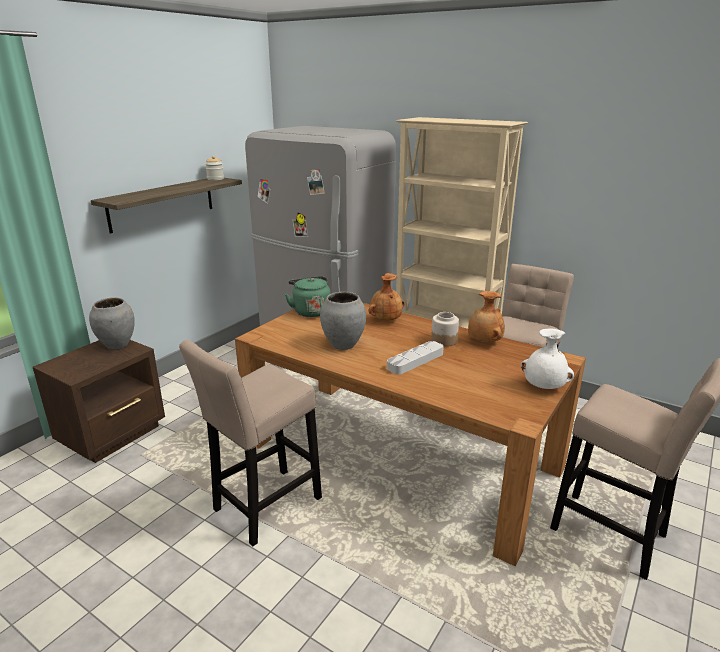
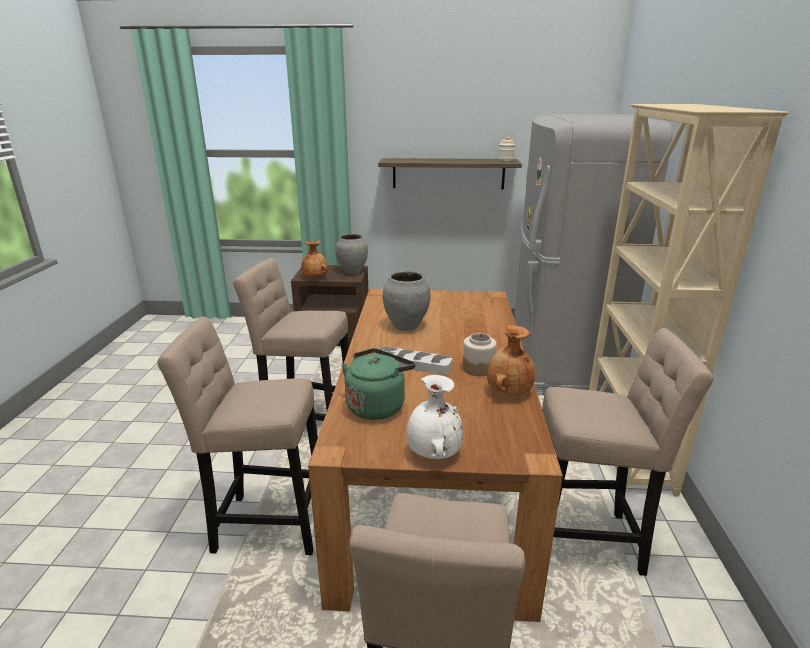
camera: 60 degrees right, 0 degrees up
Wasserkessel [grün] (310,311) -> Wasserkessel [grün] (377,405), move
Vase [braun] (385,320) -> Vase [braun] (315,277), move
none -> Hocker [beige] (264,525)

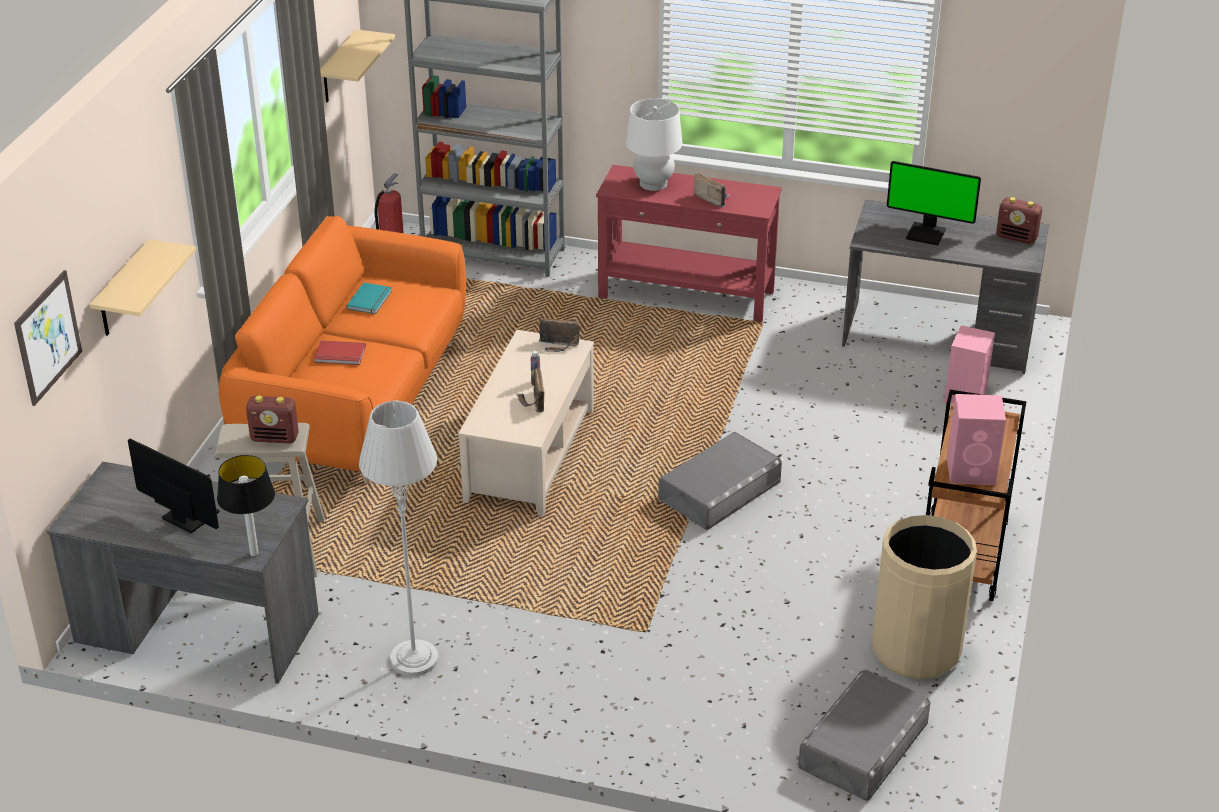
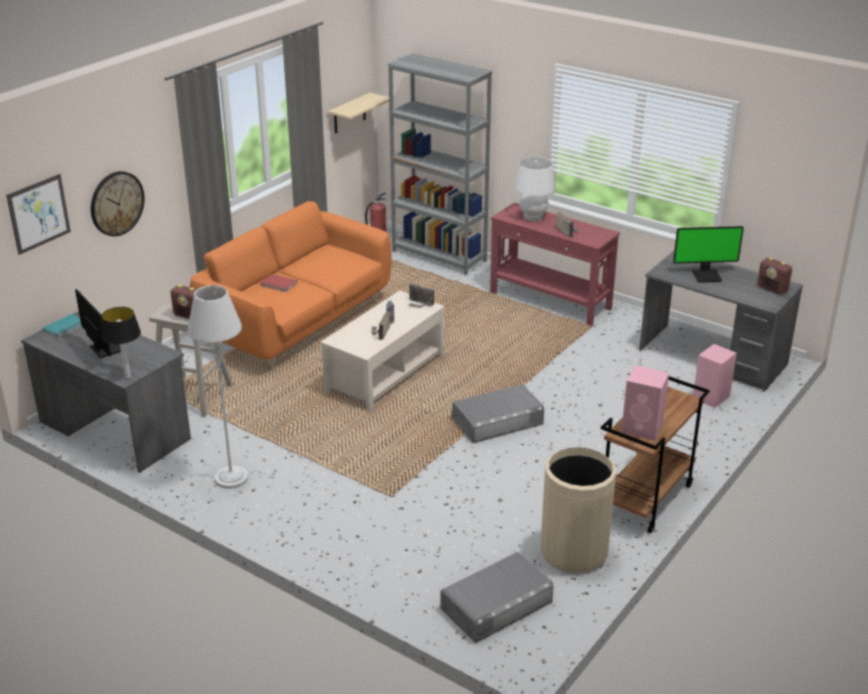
camera: 20 degrees right, 5 degrees down
Wandregal [beige] (123,291) -> Wanduhr (116,203)
Buch [türkis] (371,300) -> Buch [türkis] (66,327), move
Monitor (927,233) -> Monitor (706,275), 45 degrees counterclockwise

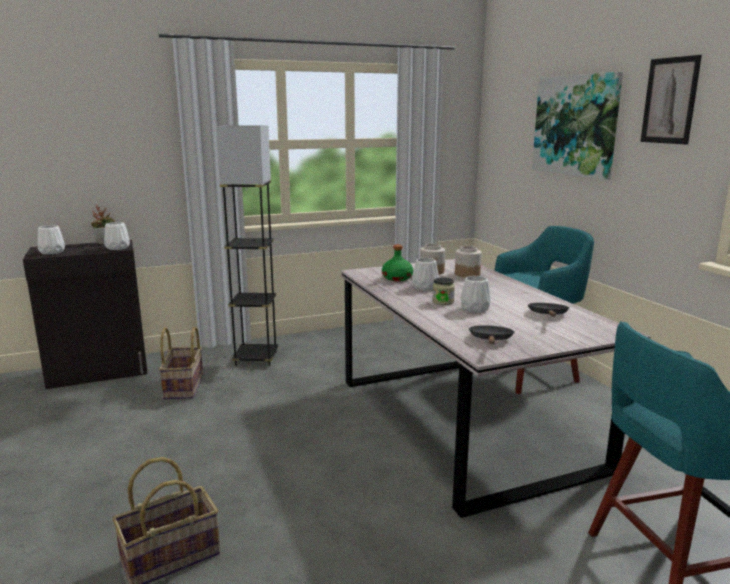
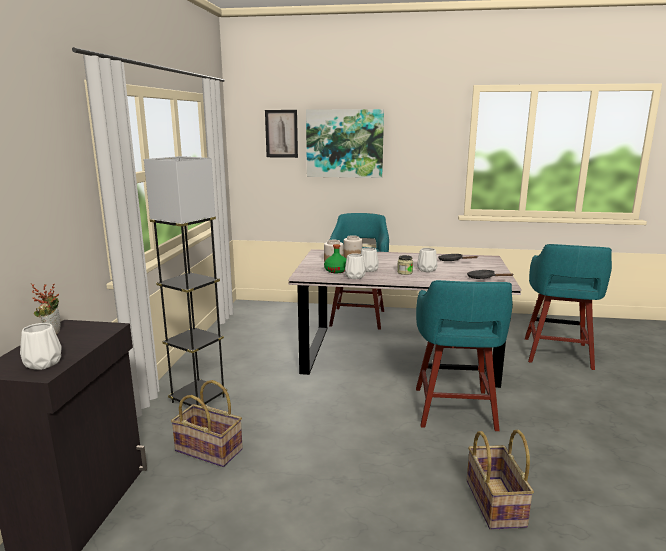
camera: 60 degrees left, 0 degrees up
Vase [weiß] (117,248) -> Vase [weiß] (355,277), move
Bild (670,101) -> Bild (281,133), move
none -> Hocker [türkis] (454,410)

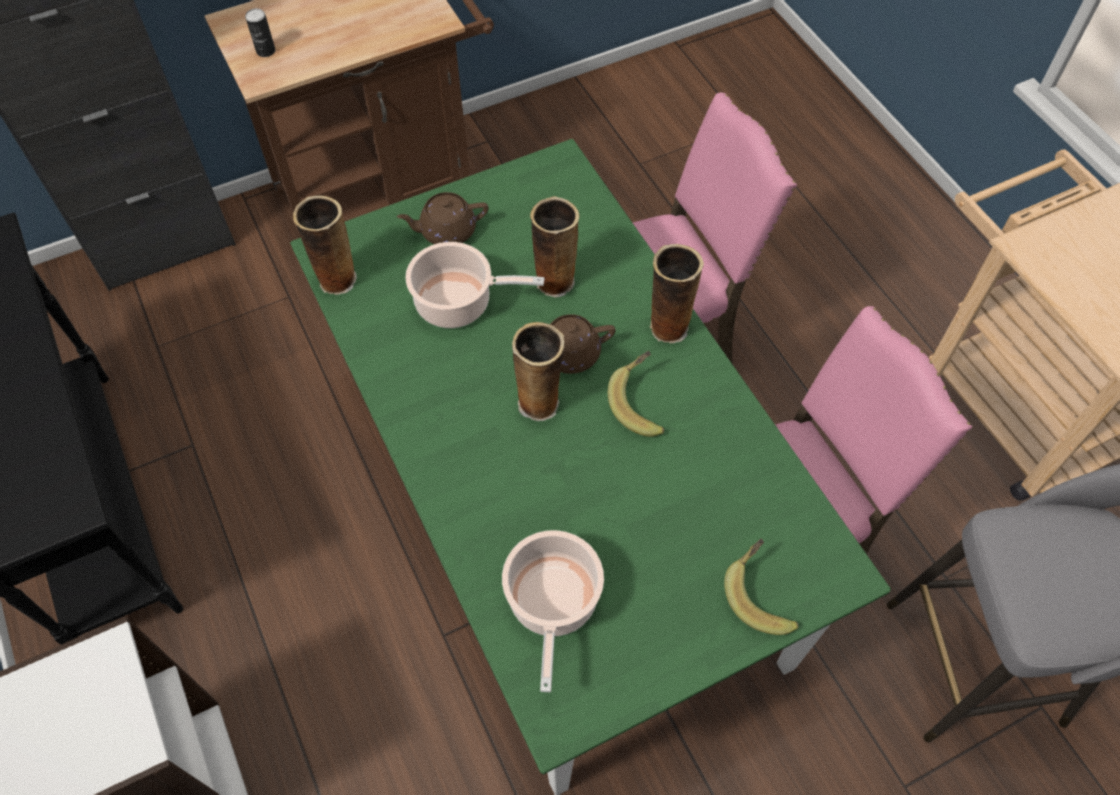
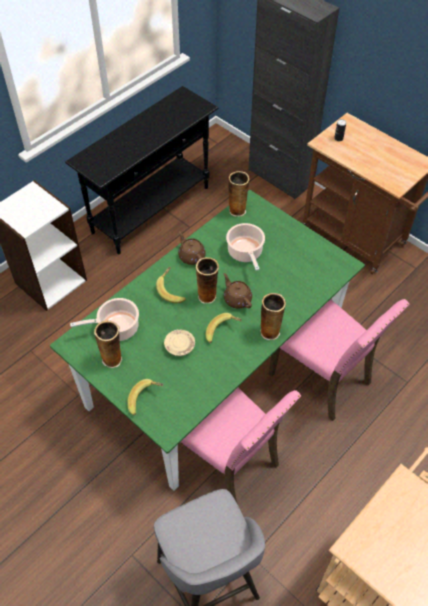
camera: 70 degrees right, 5 degrees down
Teekanne [braun] (446,231) -> Teekanne [braun] (191,256), move
Vase (555,280) -> Vase (113,359), move
none -> Banane (172,290)
none -> Teller [beige] (180,346)

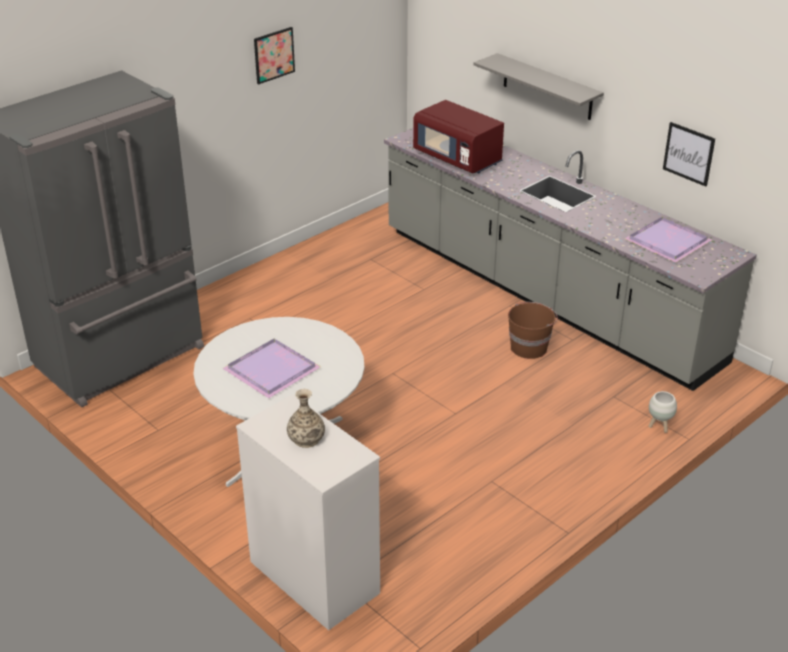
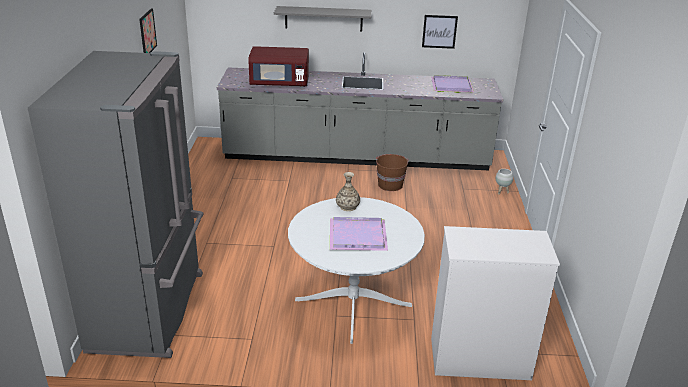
camera: 45 degrees left, 5 degrees down
Vase (306,439) -> Vase (347,207), move

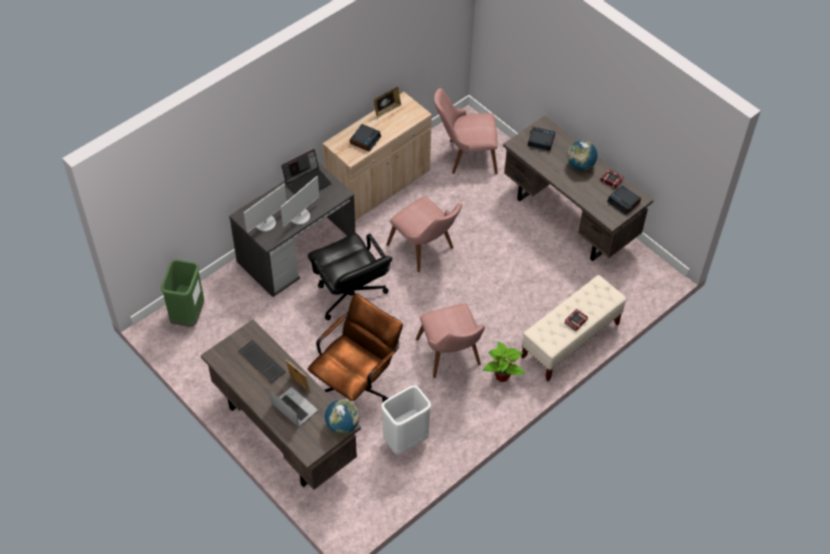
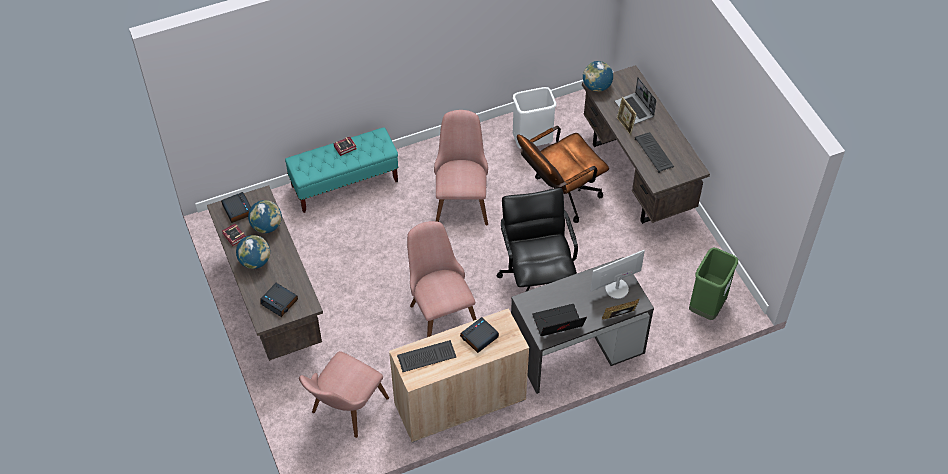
camera: 160 degrees left, 0 degrees up
Monitor (299,216) -> none
Bilderrahmen (387,110) -> Bilderrahmen (619,317), move
Stuhl [rosa] (465,156) -> Stuhl [rosa] (344,412), 105 degrees clockwise
Topfpflanze (502,375) -> none
Bank [beige] (570,341) -> Bank [türkis] (345,184)
none -> Globus (266,226)
none -> Tastatur (426,357)

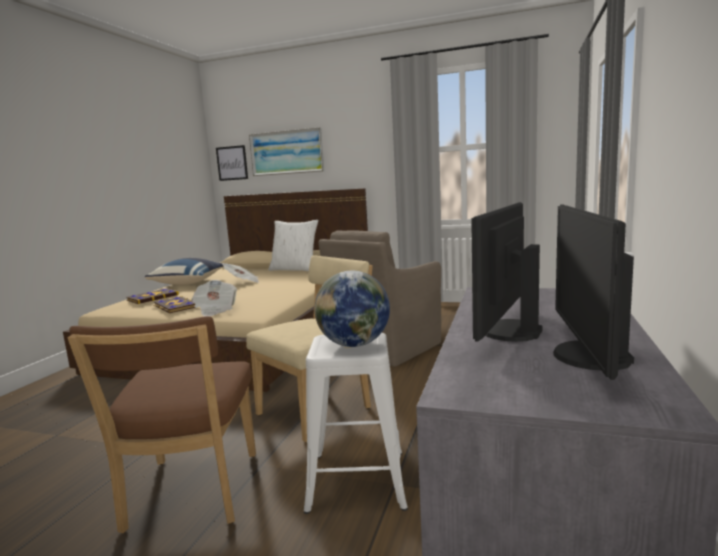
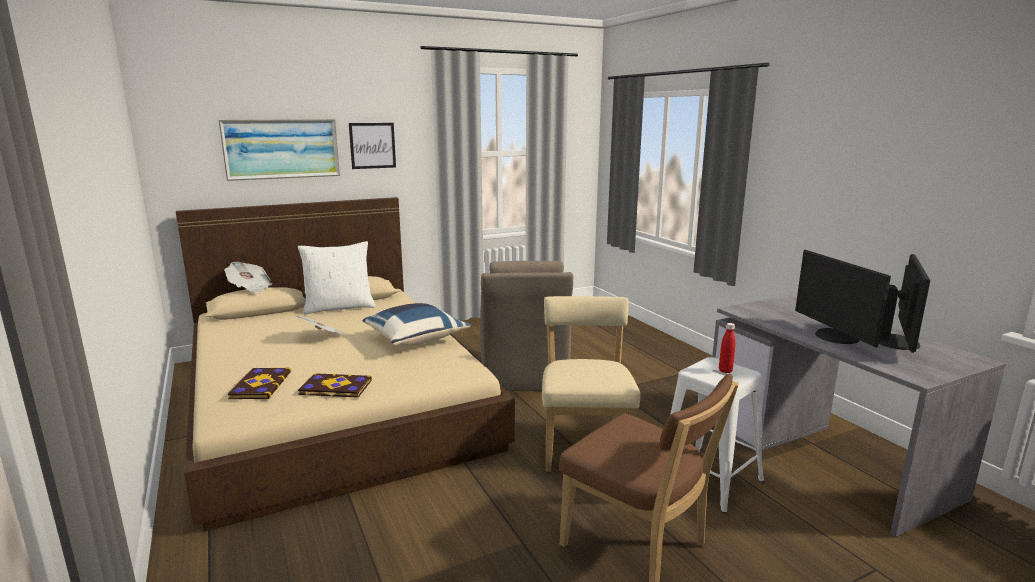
camera: 45 degrees left, 5 degrees up
Kissen [blau] (189,283) -> Kissen [blau] (415,339), move
Zeitung (215,310) -> Zeitung (250,288), move
Bild (232,163) -> Bild (372,145), move
Globus (354,344) -> Flasche [rot] (725,371)
Monitor (588,356) -> Monitor (899,343), 120 degrees counterclockwise

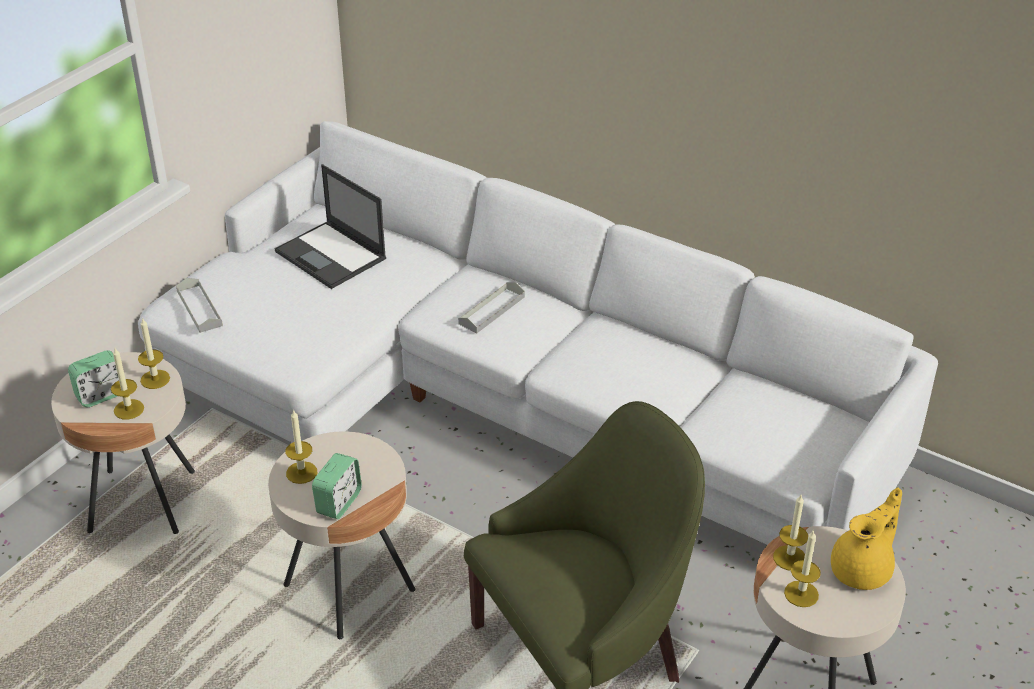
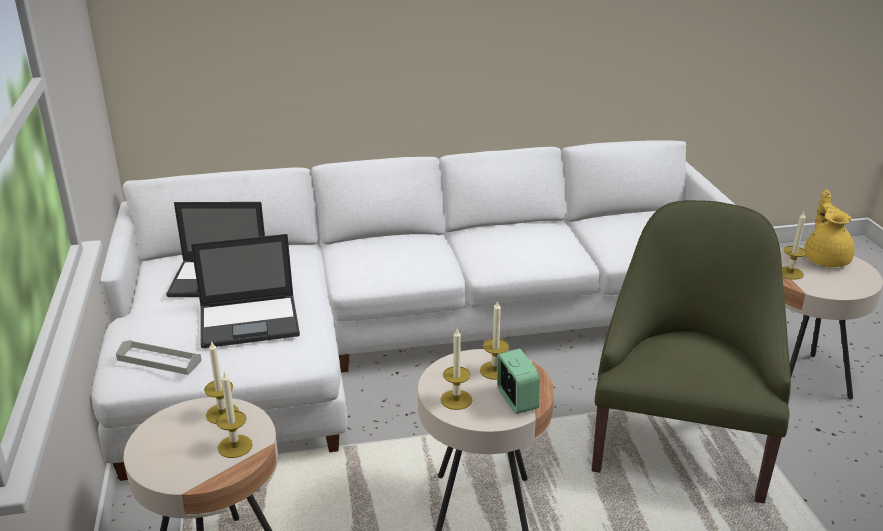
camera: 45 degrees left, 10 degrees down
Wecker (101,395) -> none
Tablett [grau] (492,310) -> none
Kerze (801,594) -> Kerze (495,370), move
none -> Laptop (250,321)

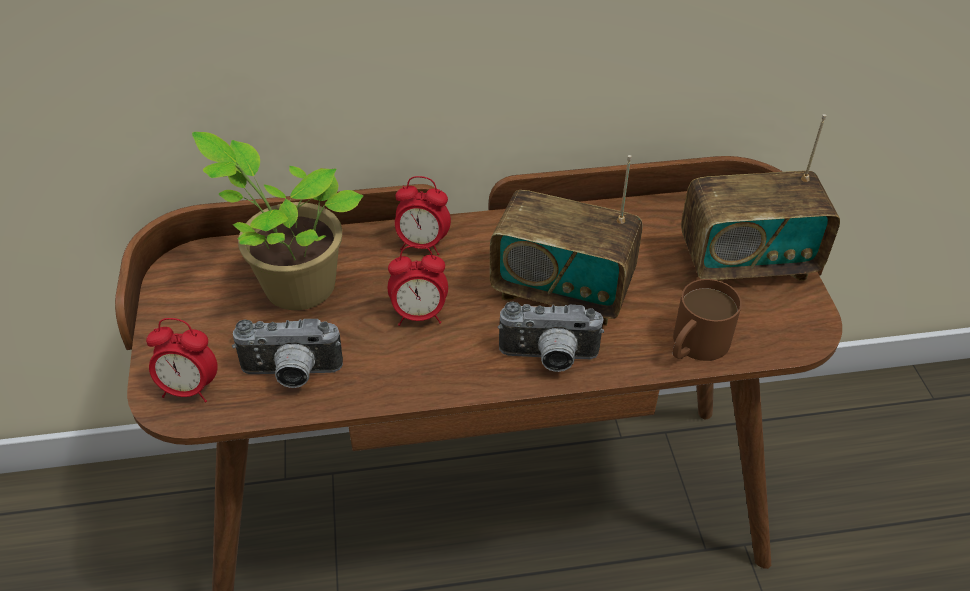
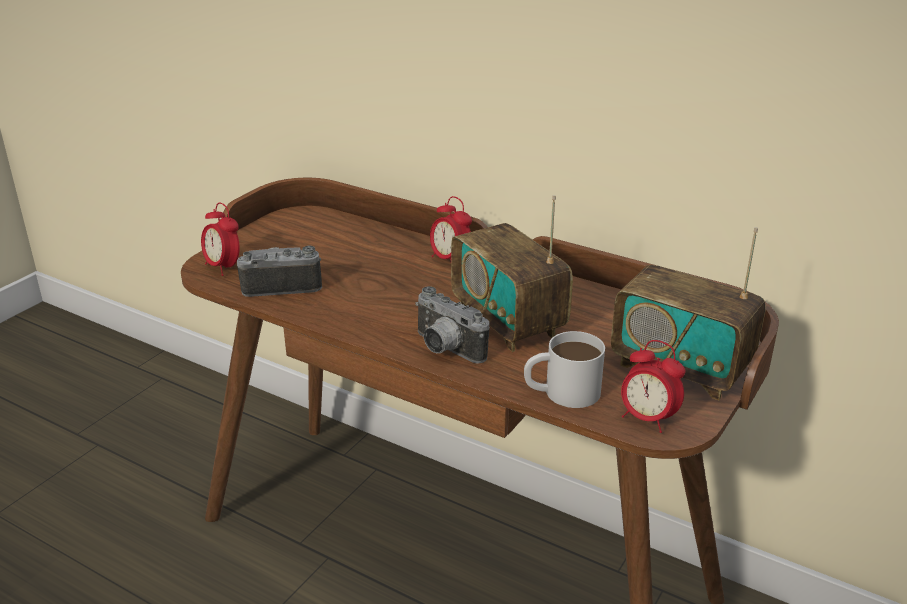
camera: 40 degrees right, 15 degrees down
Topfpflanze (294,285) -> none
Kamera (291,375) -> Kamera (282,285), 135 degrees clockwise
Wecker (419,315) -> Wecker (647,419), move
Henkelbecher [braun] (694,345) -> Henkelbecher [weiß] (561,392)

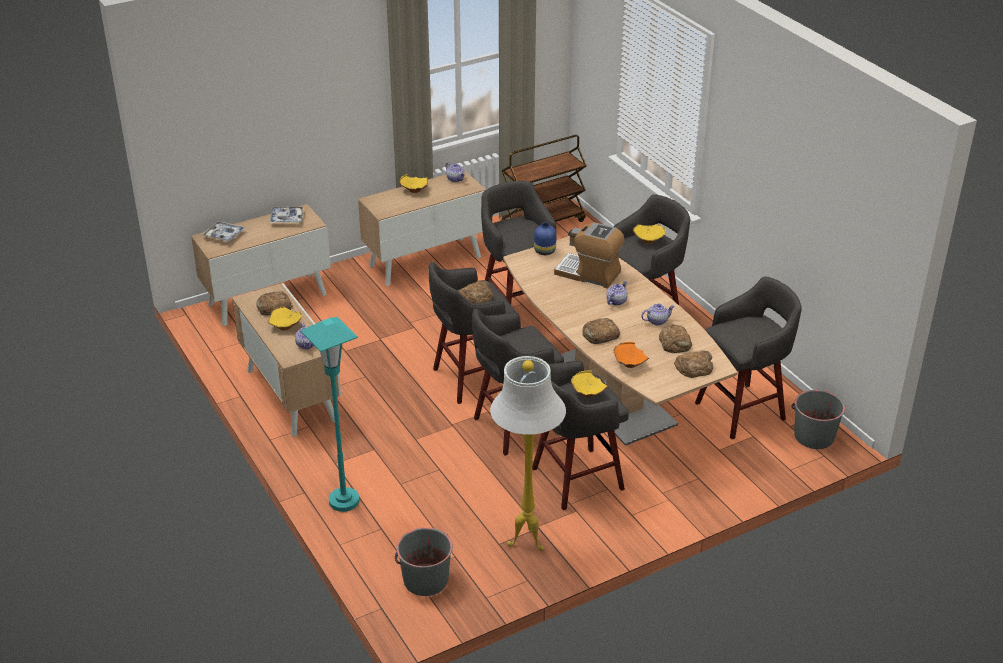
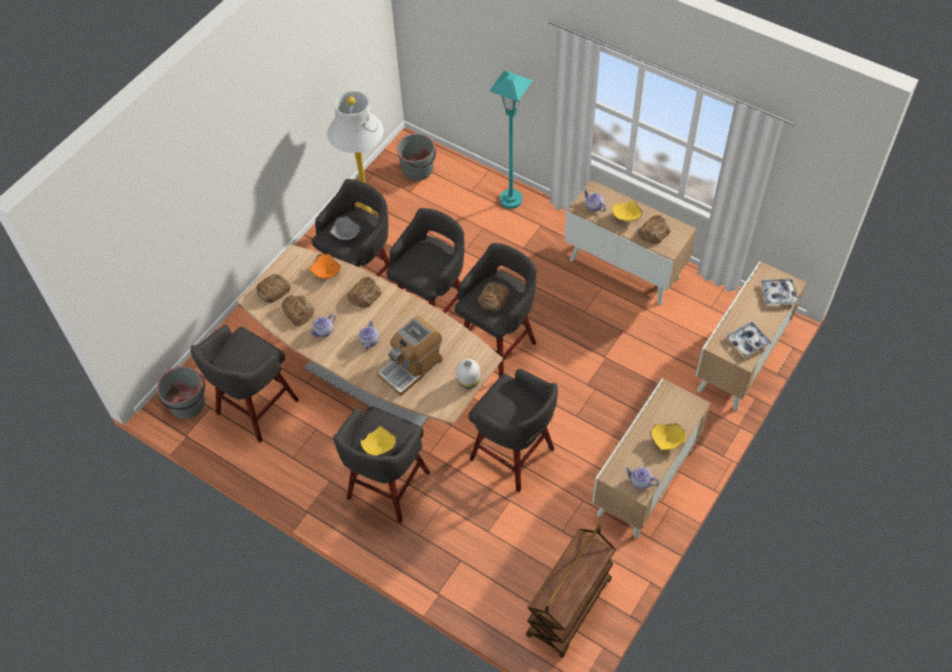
camera: 155 degrees right, 20 degrees up
Vase [blau] (544,251) -> Vase [weiß] (468,380)
Kaffeemaschine (589,273) -> Kaffeemaschine (411,367), 135 degrees clockwise
Schüssel [gelb] (587,393) -> Schüssel [grau] (346,234)

